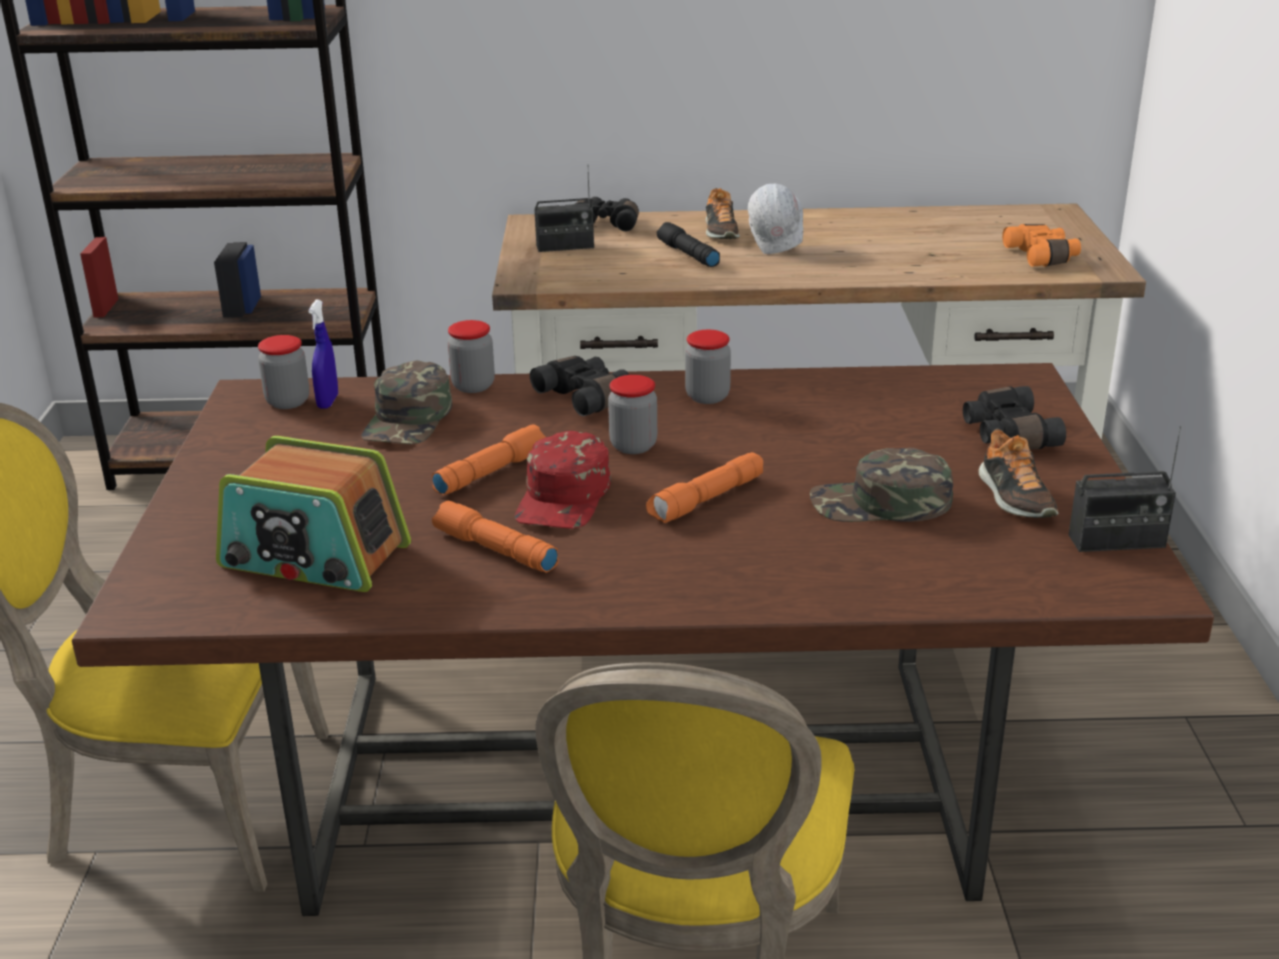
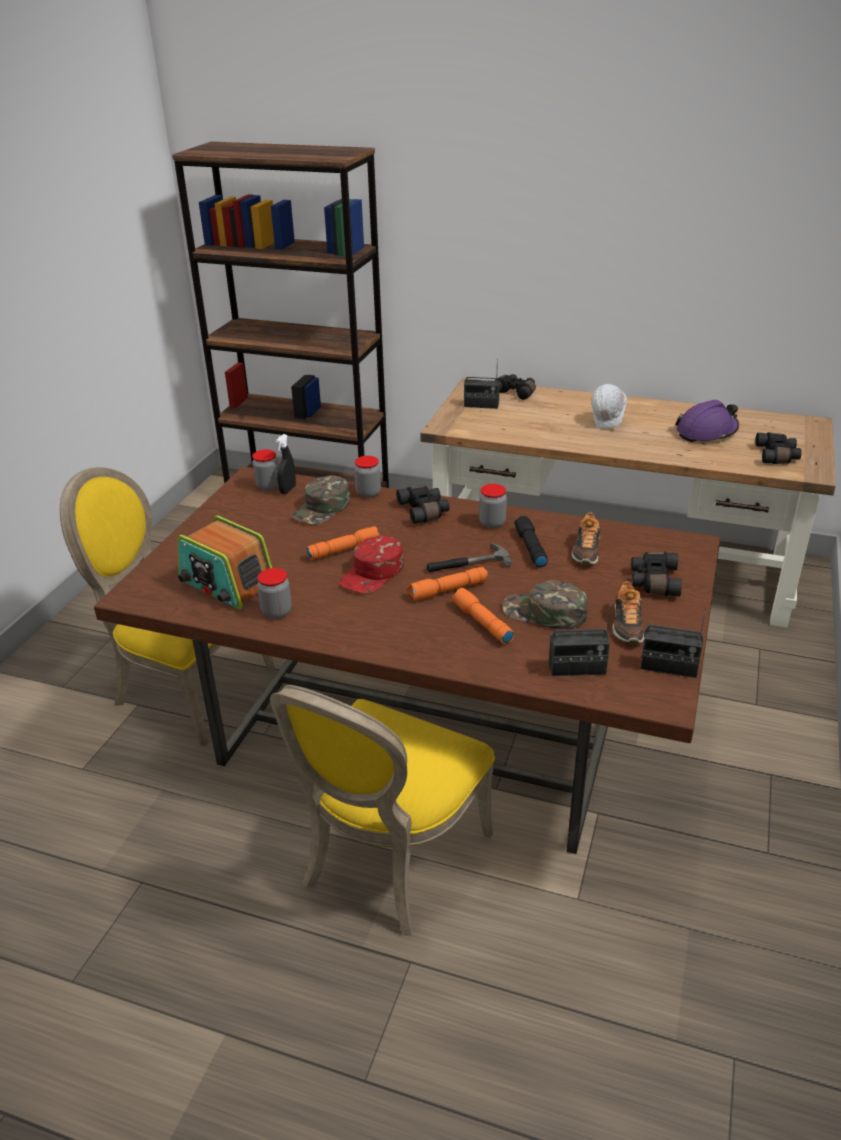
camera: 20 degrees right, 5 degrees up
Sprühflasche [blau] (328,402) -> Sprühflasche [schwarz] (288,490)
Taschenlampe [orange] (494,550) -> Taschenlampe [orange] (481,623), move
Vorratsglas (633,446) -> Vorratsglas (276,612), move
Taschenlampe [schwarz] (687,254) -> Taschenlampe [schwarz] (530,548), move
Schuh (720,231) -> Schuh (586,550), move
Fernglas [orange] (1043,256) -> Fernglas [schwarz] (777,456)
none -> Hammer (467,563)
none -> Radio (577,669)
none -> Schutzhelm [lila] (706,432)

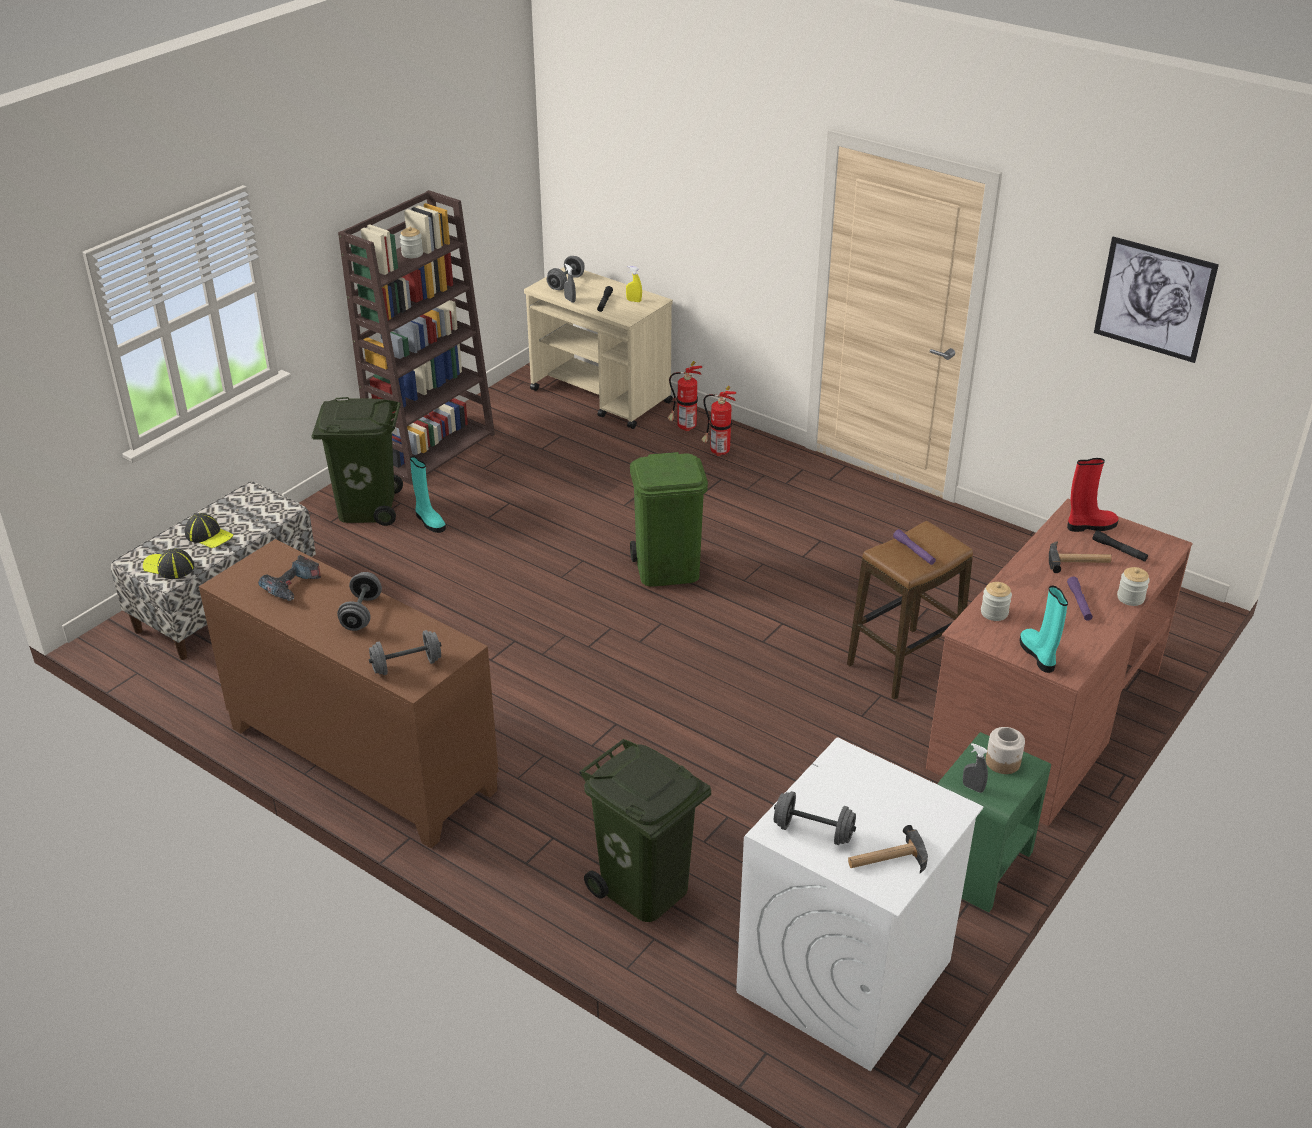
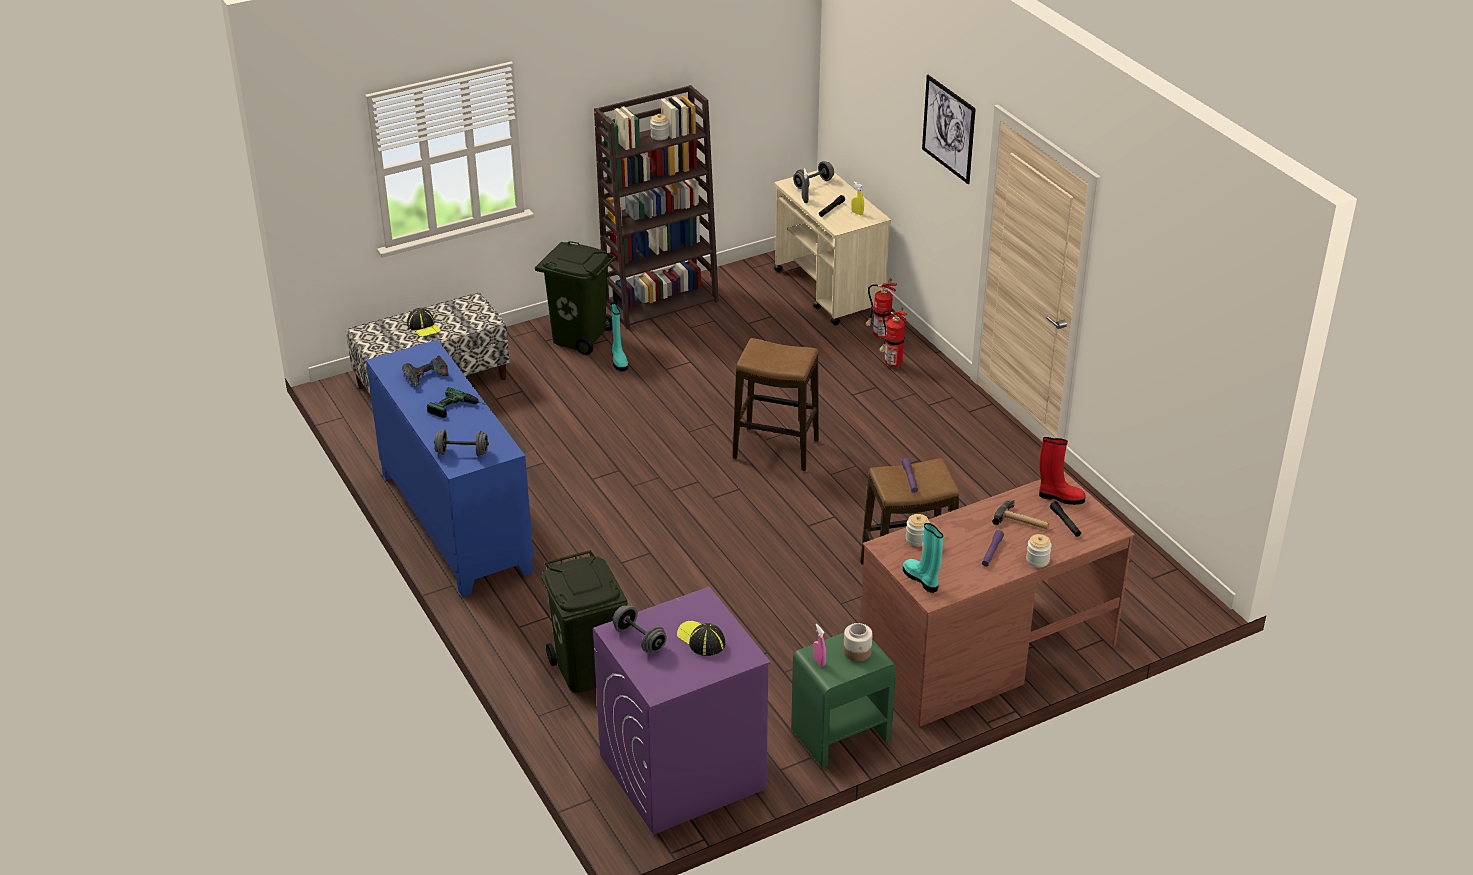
camera: 25 degrees right, 0 degrees up
Kappe (169,567) -> Kappe (701,640), move
Schrank [braun] (360,760) -> Schrank [blau] (454,522)
Hantel [grau] (361,613) -> Bohrmaschine (457,409)
Mülleimer [grün] (668,570) -> Hocker (776,449)
Waschmaschine [weiß] (844,977) -> Waschmaschine [lila] (681,772)
Hammer (886,859) -> none
Sprühflasche [grau] (973,788) -> Sprühflasche [rosa] (819,661)
Stiefel [türkis] (1038,655) -> Stiefel [türkis] (921,579), 45 degrees counterclockwise
Bild (1154,299) -> Bild (948,129), move

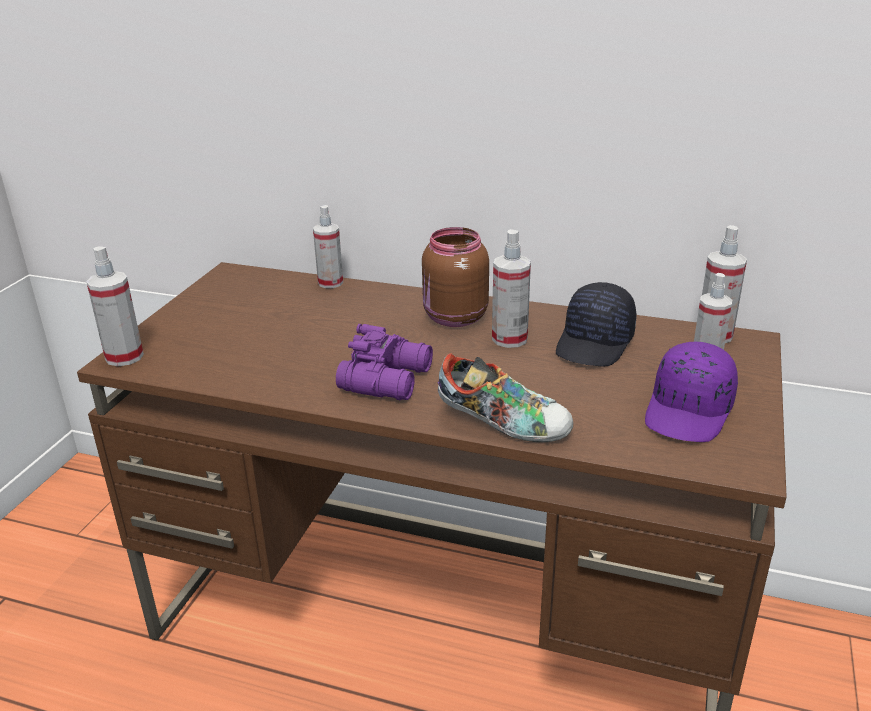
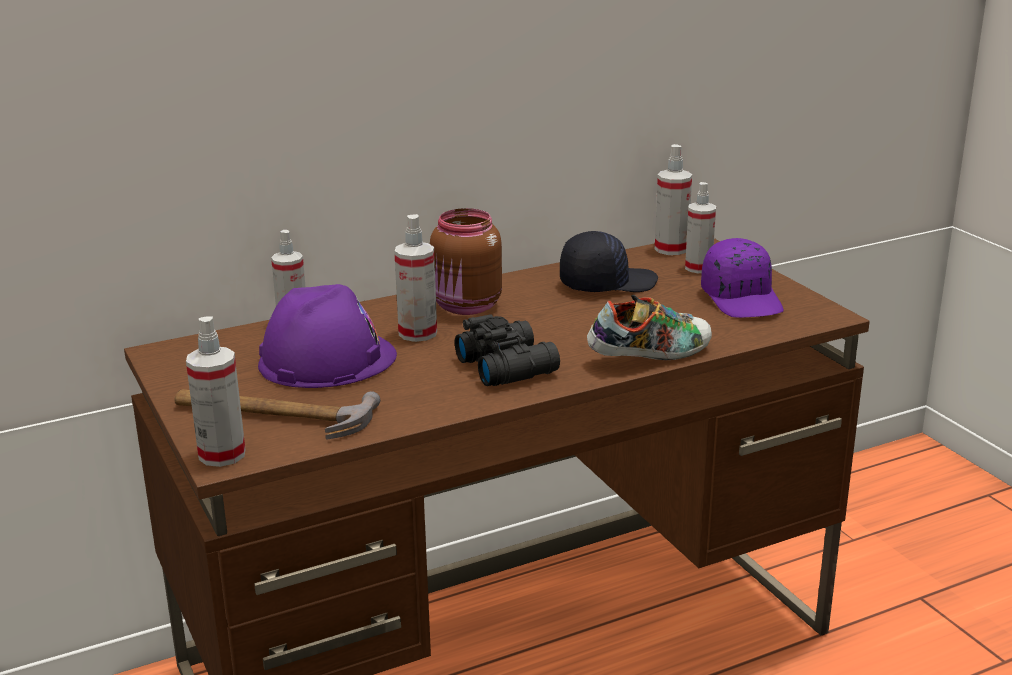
camera: 45 degrees left, 5 degrees down
Fernglas [lila] (389,379) -> Fernglas [schwarz] (508,365)
Sprühflasche (509,339) -> Sprühflasche (418,333), move
Kappe [schwarz] (596,343) -> Kappe [schwarz] (606,283), 90 degrees counterclockwise
none -> Hammer (272,415)
none -> Schutzhelm [lila] (327,359)

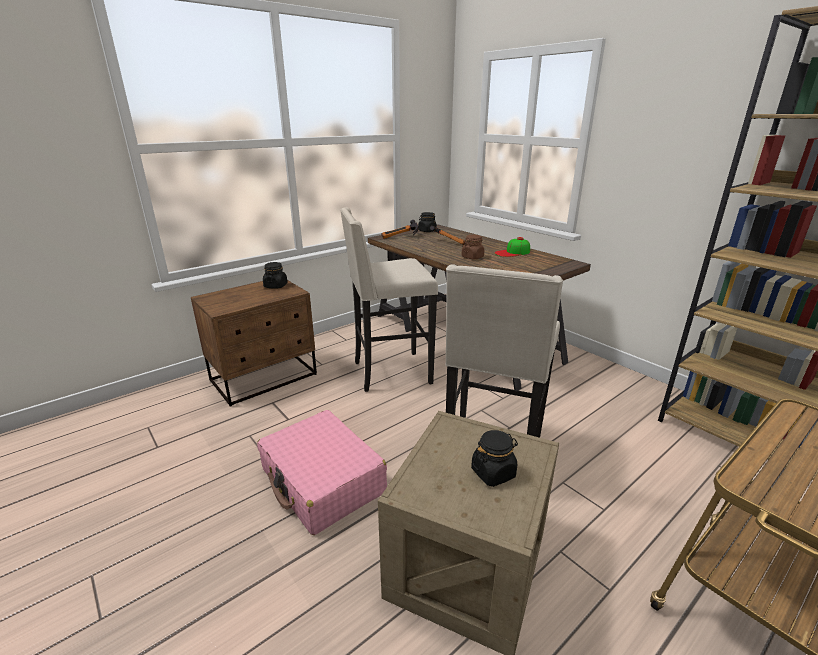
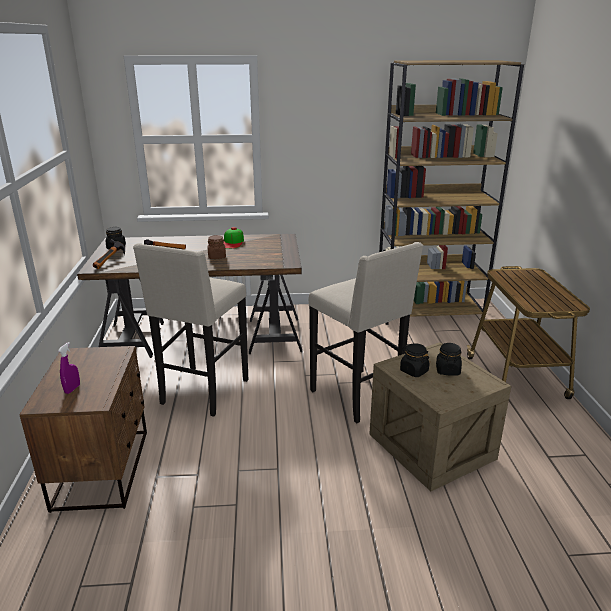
camera: 55 degrees left, 0 degrees up
Koffer [rosa] (322,481) -> none
Vorratsglas [schwarz] (275,286) -> Vorratsglas [schwarz] (414,371), move
none -> Sprühflasche [lila] (72,389)

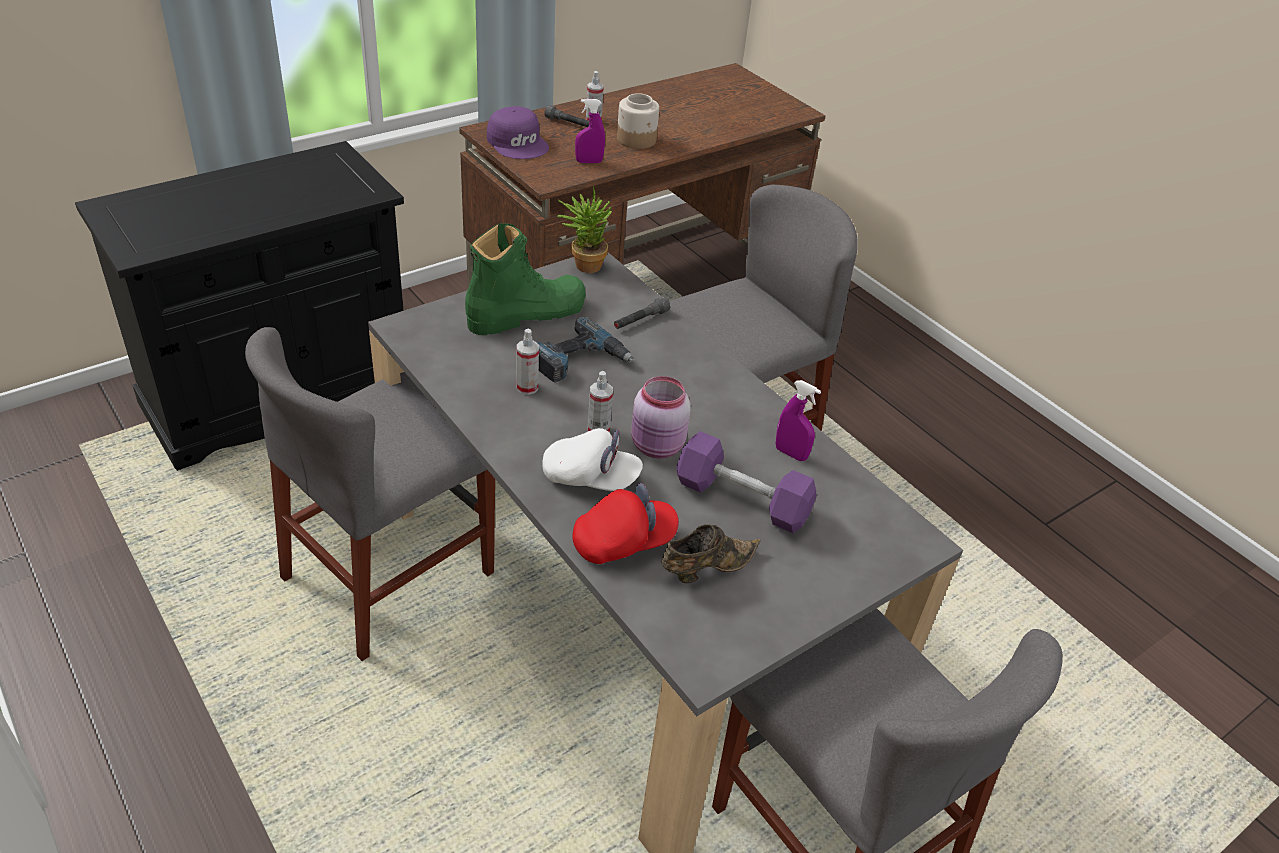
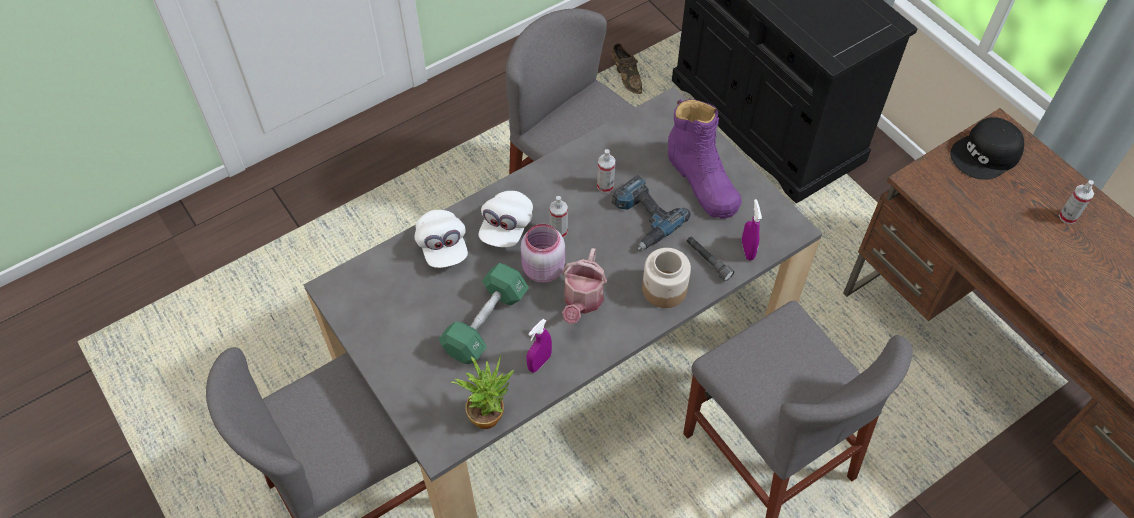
camera: 95 degrees right, 15 degrees up
Stiefel [grün] (526,314) -> Stiefel [lila] (702,181)
Kappe [lila] (518,142) -> Kappe [schwarz] (986,155)
Taschenlampe [grau] (569,124) -> none
Topfpflanze (583,264) -> Topfpflanze (489,412), move
Kappe [rot] (624,542) -> Kappe [weiß] (442,247)
Sprühflasche [lila] (589,162) -> Sprühflasche [lila] (747,250), move
Vorratsglas (637,140) -> Vorratsglas (664,290), move
Schuh [braun] (705,568) -> Schuh [braun] (626,77), move
Hantel [lila] (742,499) -> Hantel [grün] (485,323)
none -> Gießkanne (582,302)

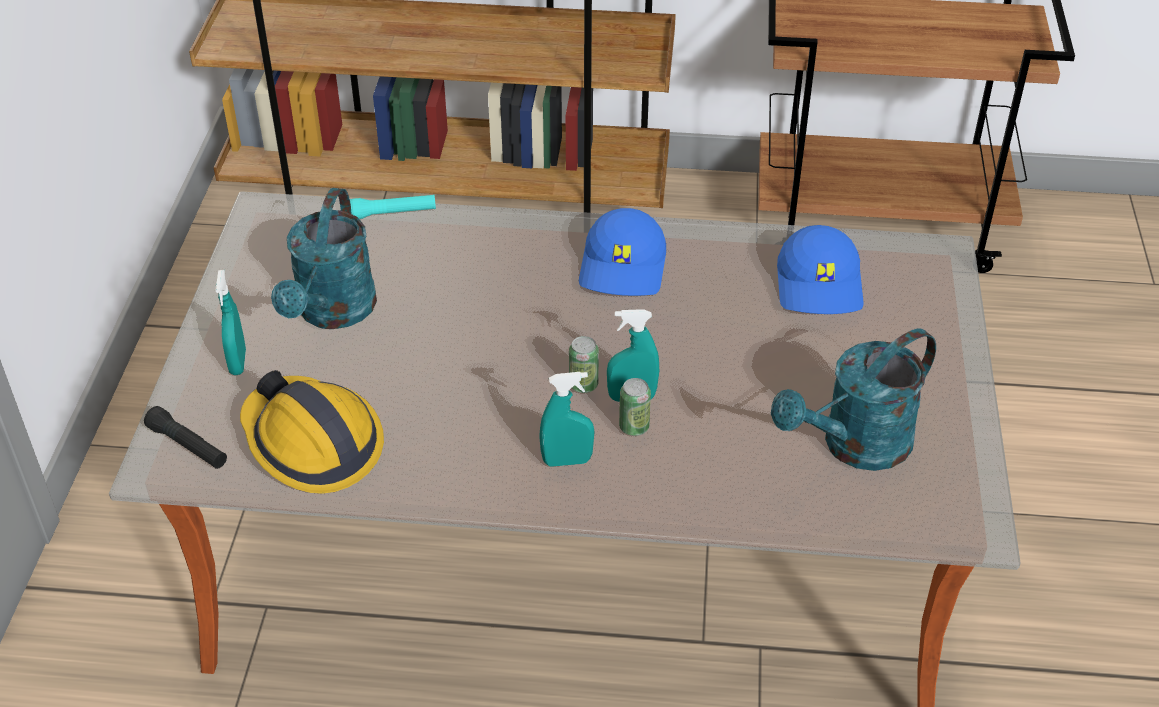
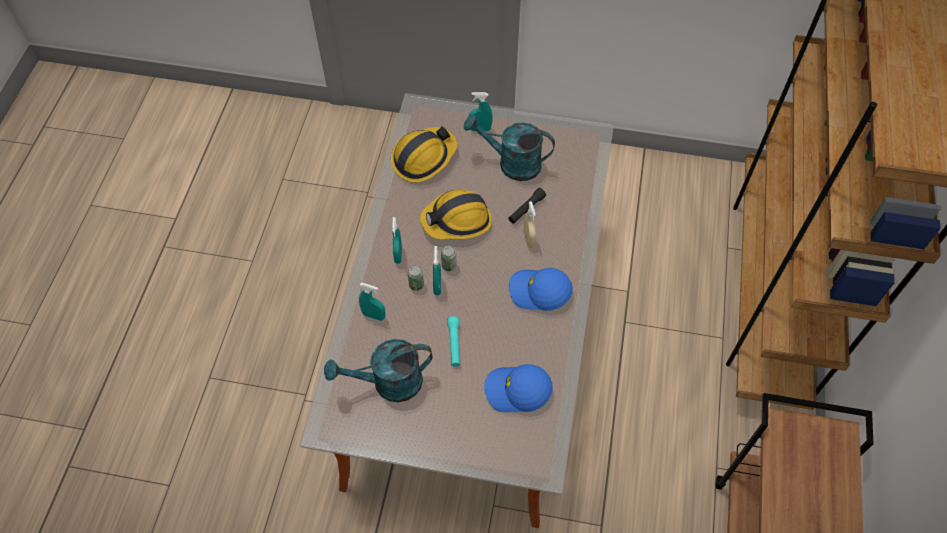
camera: 95 degrees right, 15 degrees up
Taschenlampe [schwarz] (188,446) -> Taschenlampe [schwarz] (526,209), move
Taschenlampe [türkis] (394,213) -> Taschenlampe [türkis] (454,344), move
Gießkanne [türkis] (854,446) -> Gießkanne [türkis] (388,383), 75 degrees counterclockwise
none -> Sprühflasche [türkis] (374,315)
none -> Schutzhelm (457,221)
none -> Sprühflasche [beige] (529,239)

